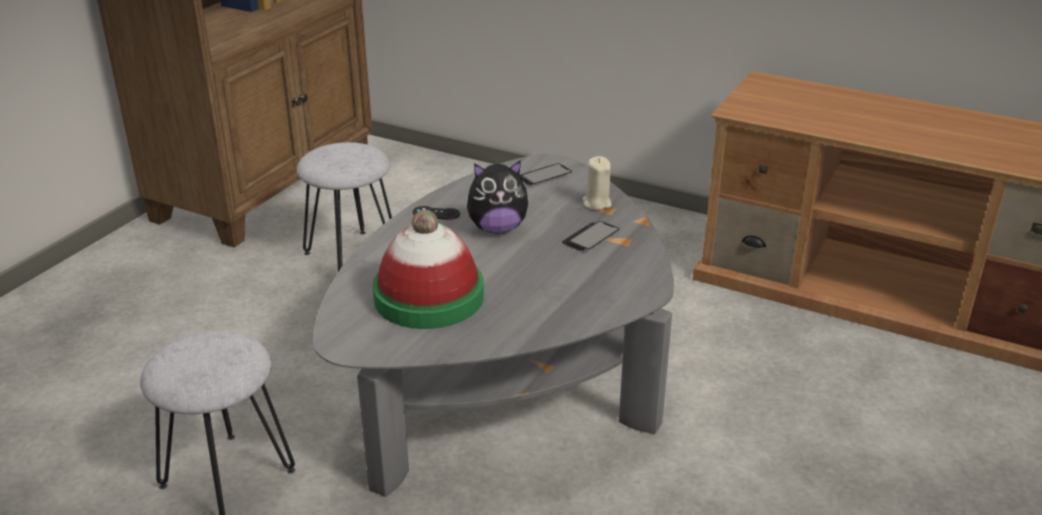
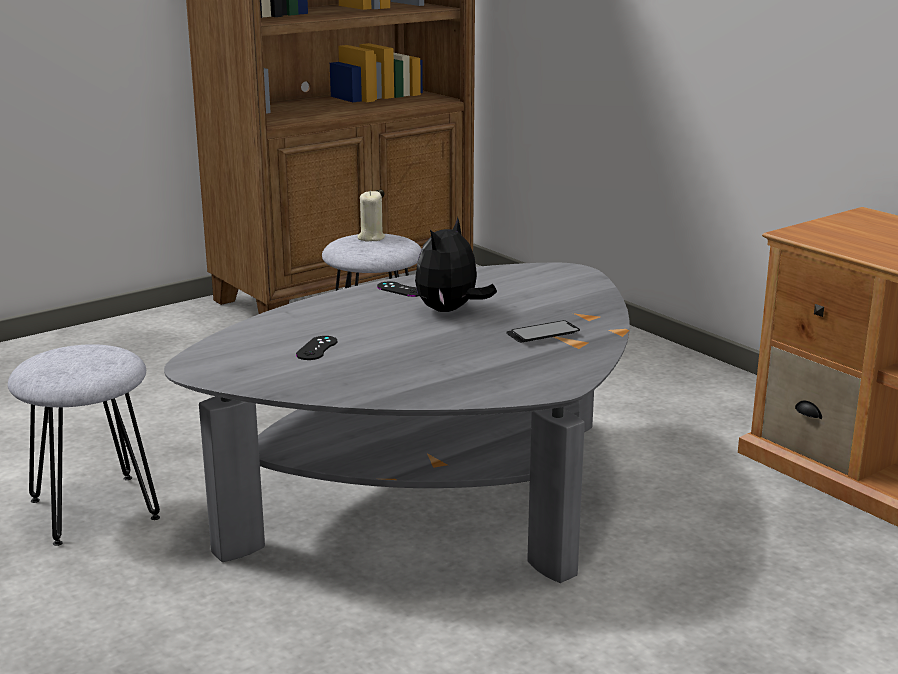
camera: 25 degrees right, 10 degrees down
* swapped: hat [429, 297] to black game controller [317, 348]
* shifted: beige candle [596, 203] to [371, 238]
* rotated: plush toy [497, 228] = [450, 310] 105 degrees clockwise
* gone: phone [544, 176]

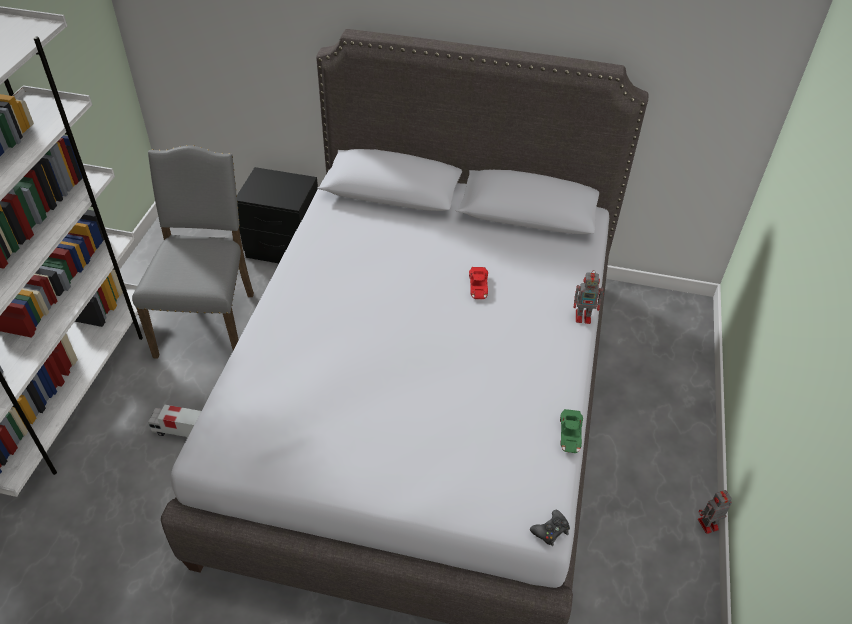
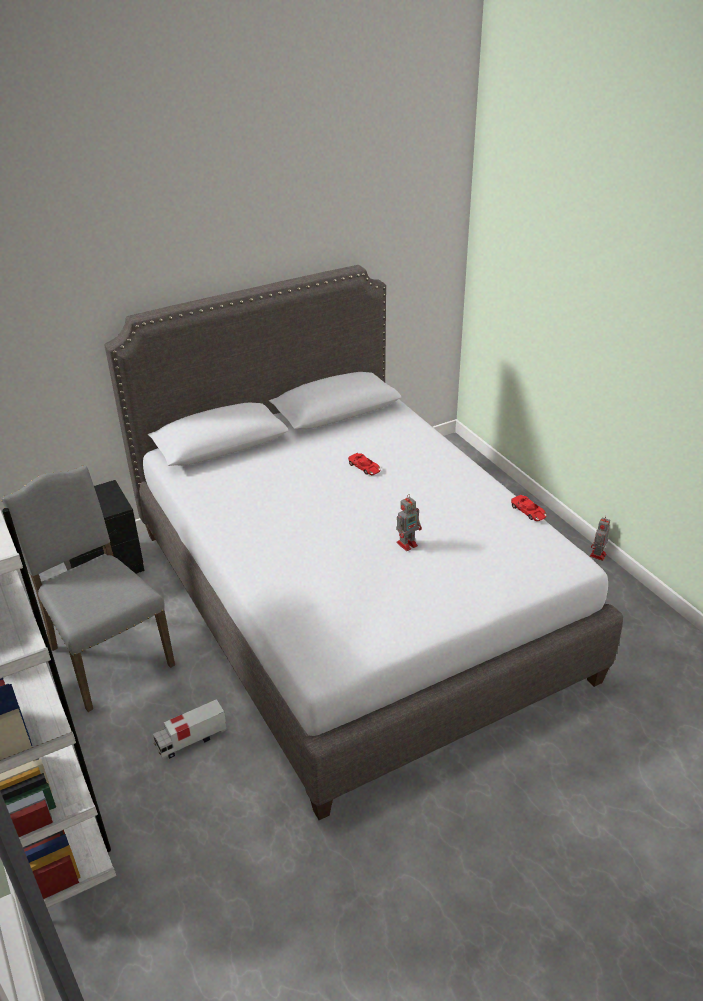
camera: 40 degrees left, 10 degrees down
* shifted: toy robot [584, 317] to [407, 543]
* repainted: green toy car [570, 434] to red toy car [528, 511]
* gone: black game controller [551, 530]

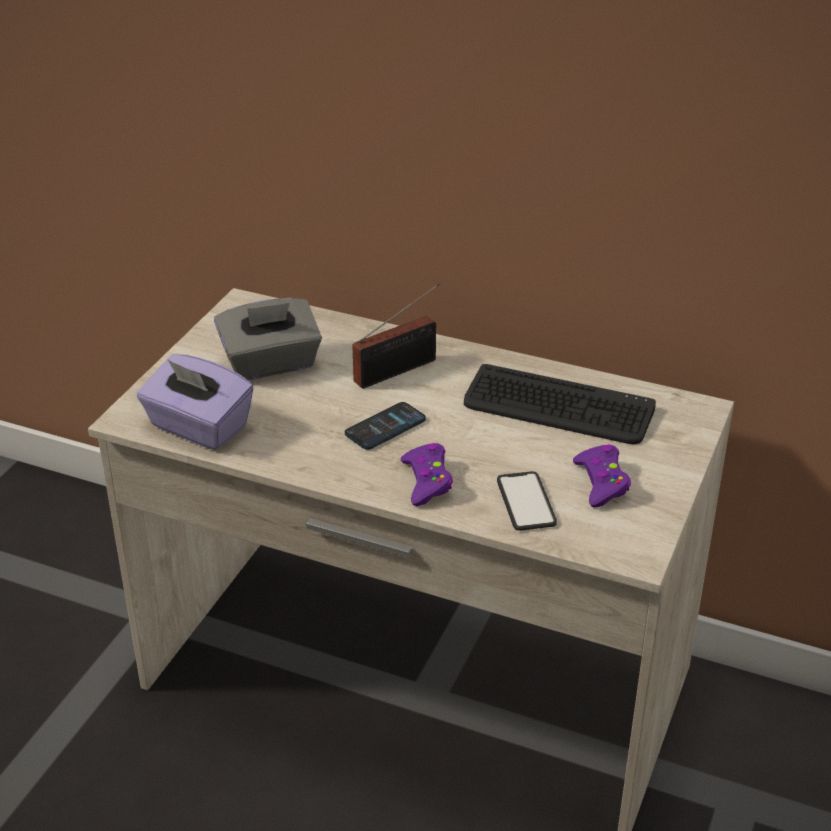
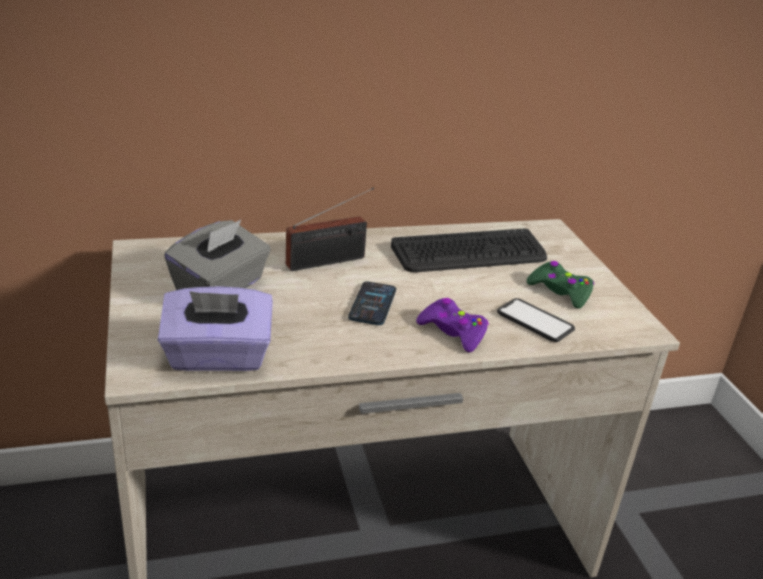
camera: 40 degrees left, 5 degrees down
* rotated: radio [400, 370] = [330, 261] 45 degrees clockwise
* repainted: purple game controller [601, 482] to green game controller [560, 291]

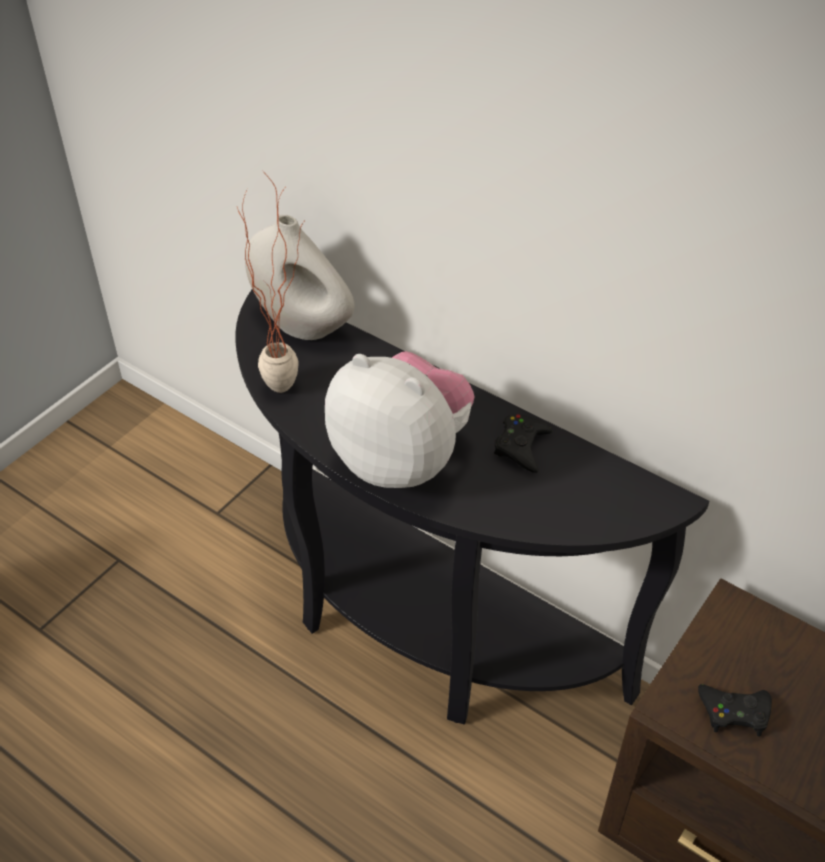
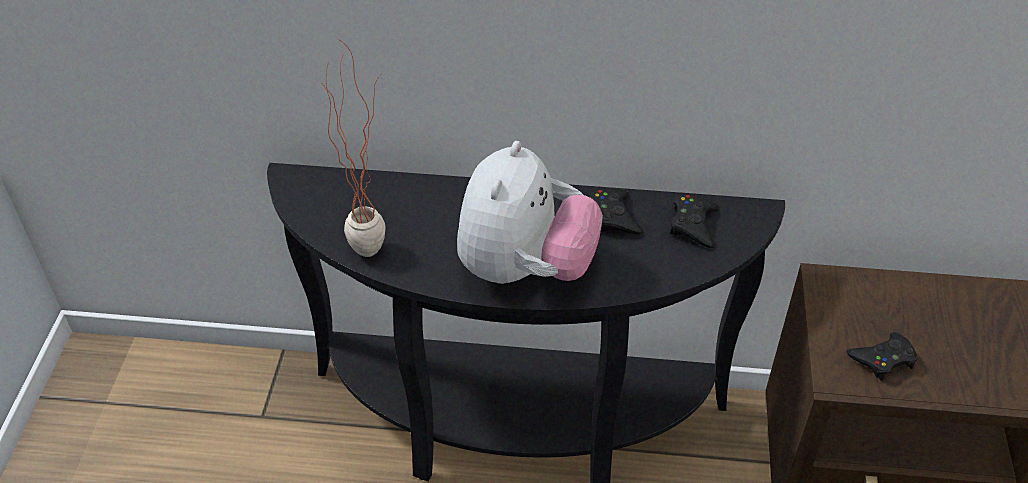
camera: 30 degrees left, 0 degrees up
* rotated: plush toy [402, 459] = [525, 269] 105 degrees clockwise
* new: black game controller [693, 225]
* gone: white vase [303, 325]

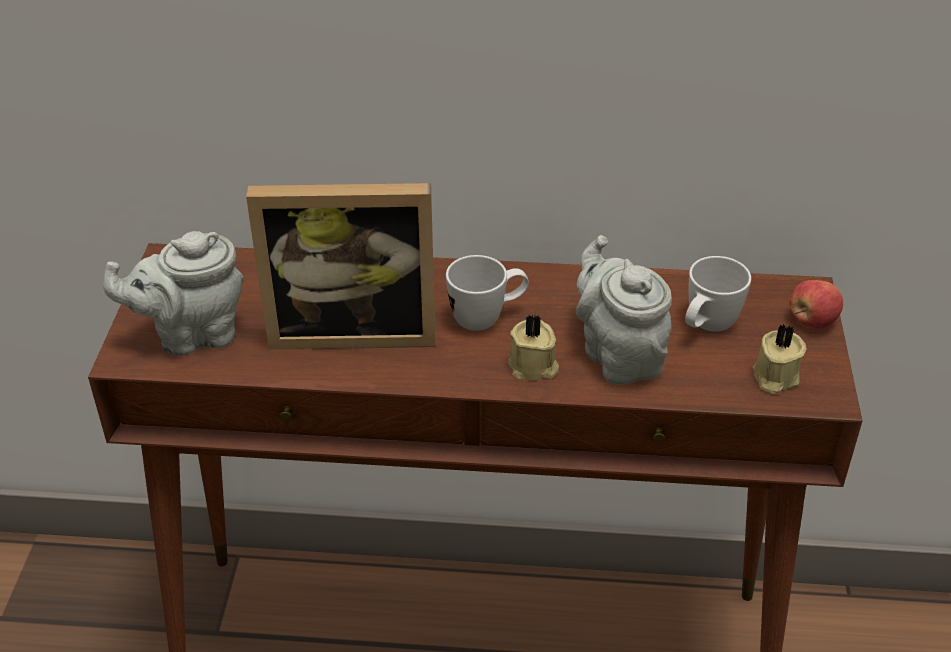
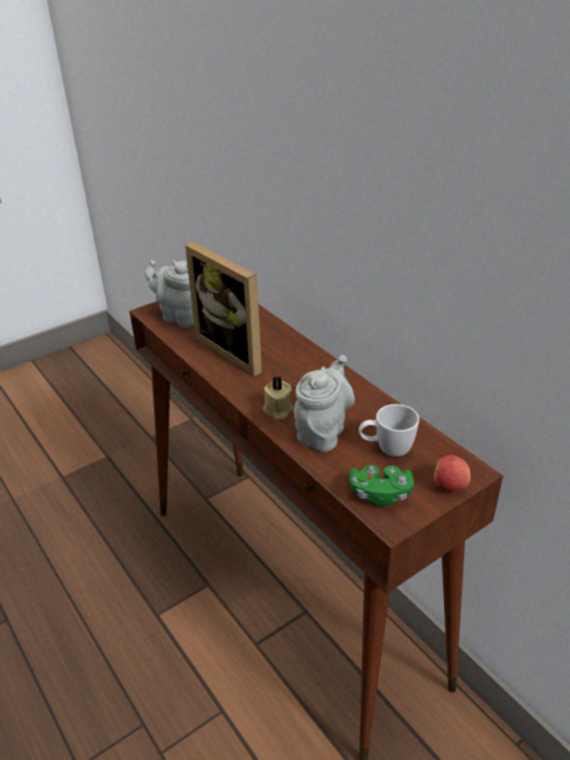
camera: 50 degrees right, 5 degrees down
* swapped: beige candle [774, 377] to green game controller [380, 494]
* gone: white mug [487, 318]

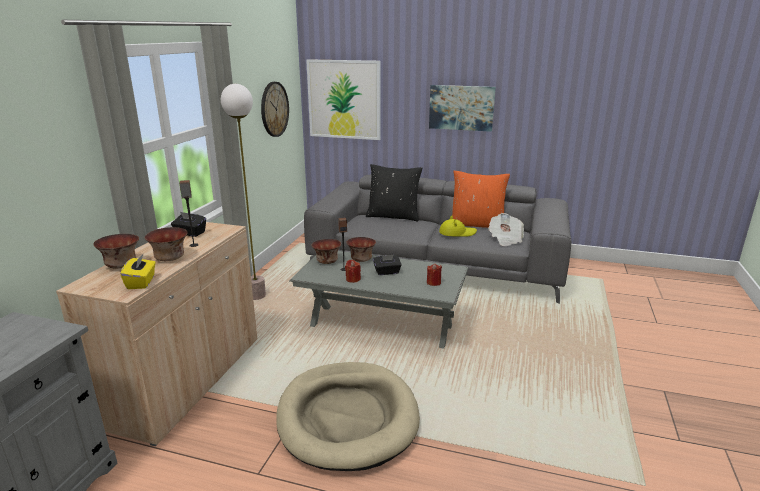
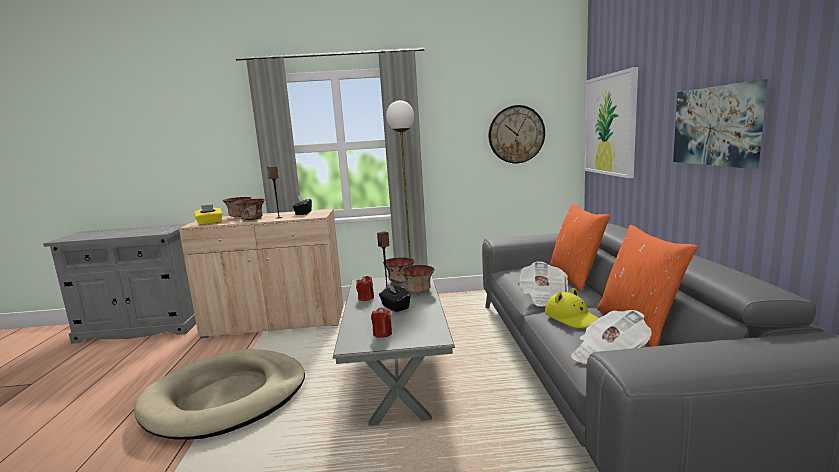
camera: 70 degrees right, 10 degrees down
* new: newspaper [543, 297]
* repainted: black pillow [393, 216] to orange pillow [575, 278]

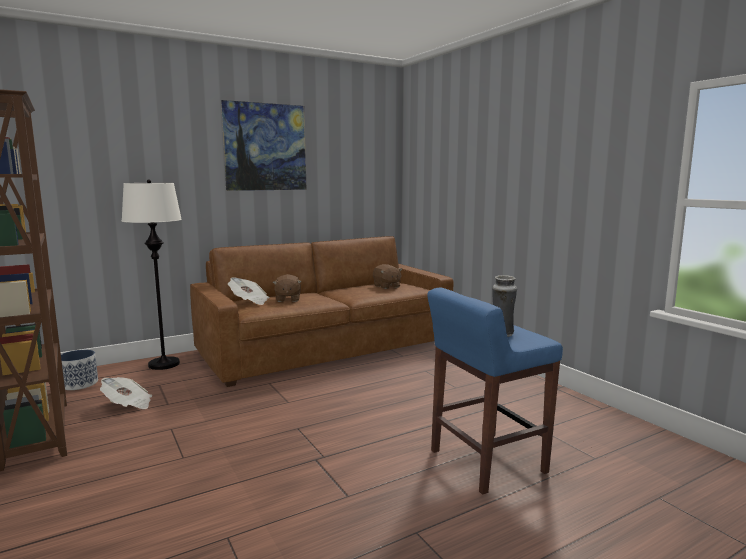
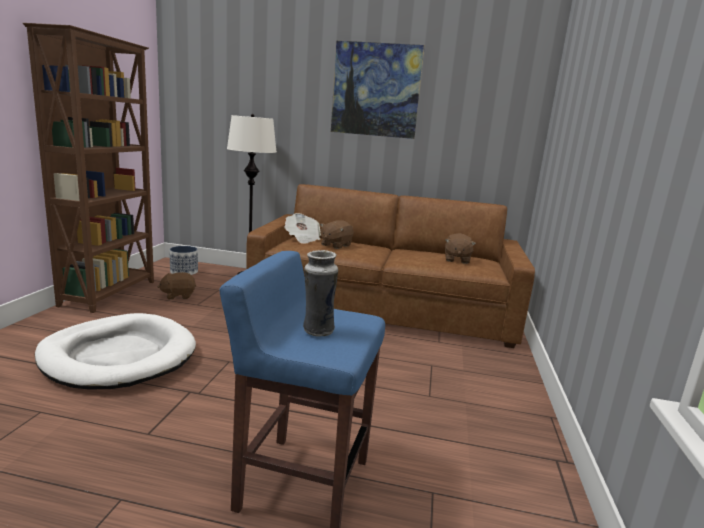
camera: 40 degrees right, 5 degrees up
* new: white dog bed [118, 356]
* swapped: newspaper [128, 405] to brown plush toy [178, 295]

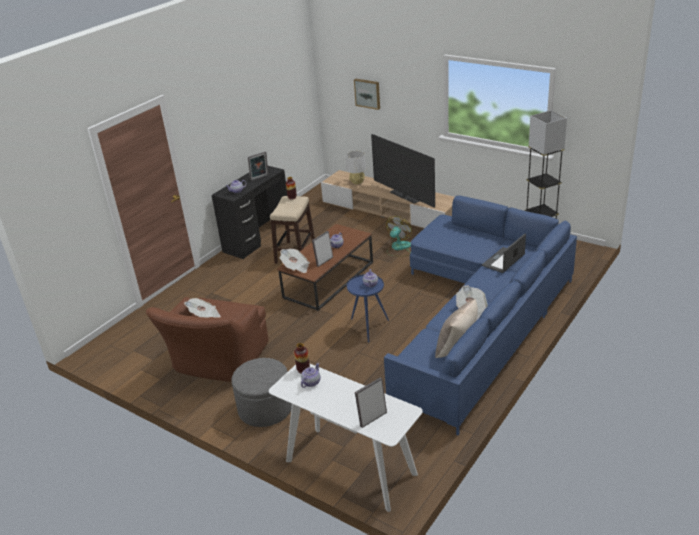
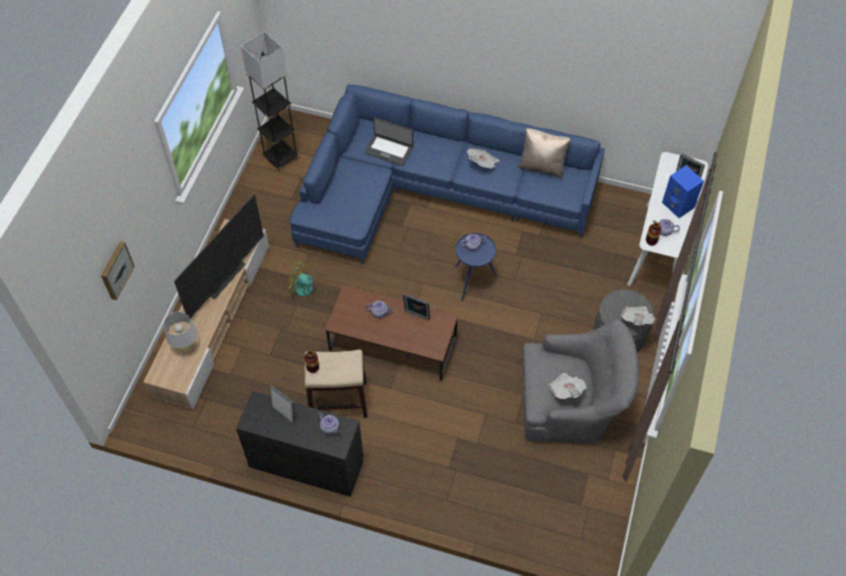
camera: 110 degrees left, 25 degrees up
* repainted: brown armchair [217, 362] to grey armchair [571, 404]
* shifted: newspaper [295, 267] to [637, 320]
* new: blue speaker [679, 205]

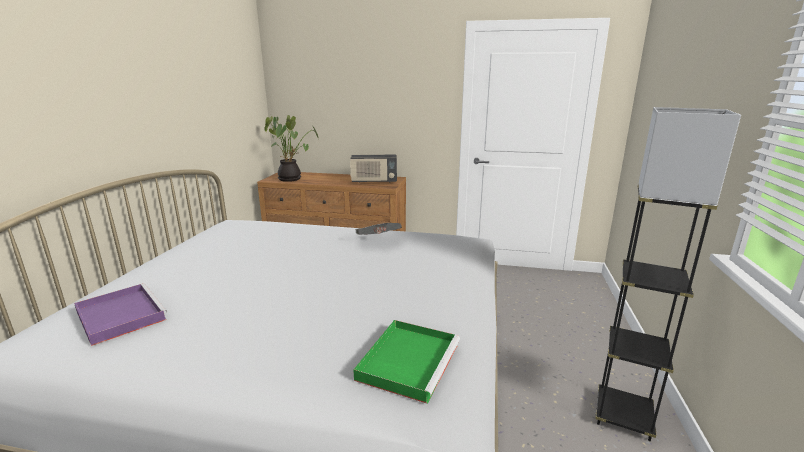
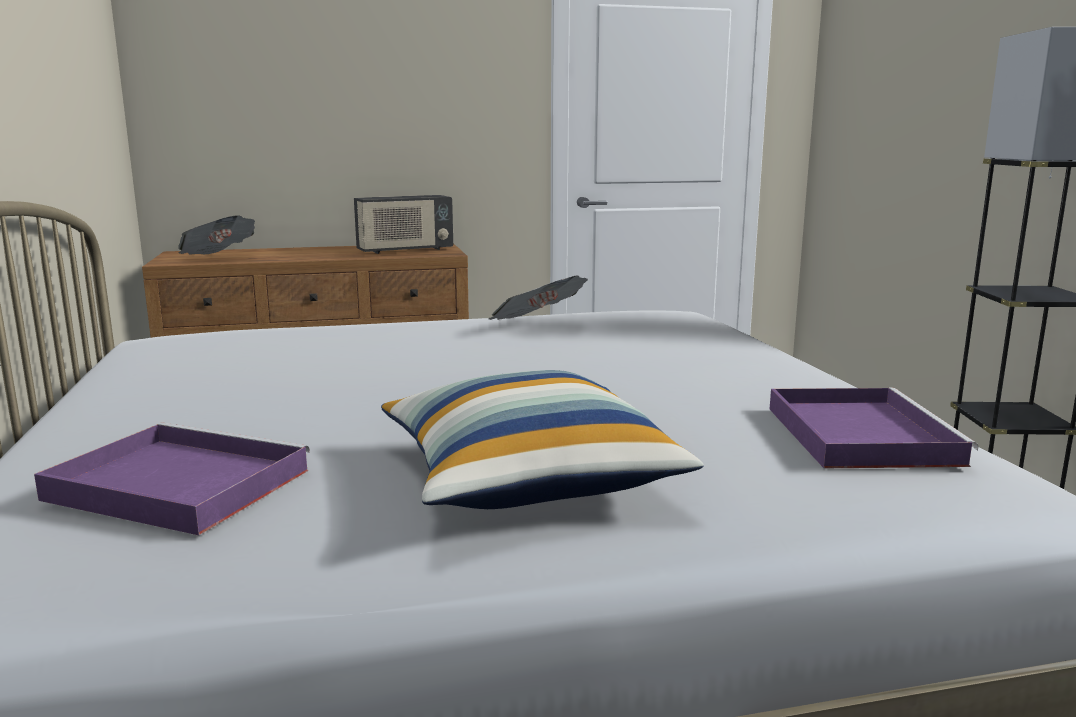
camera: 25 degrees left, 5 degrees down
* swapped: potted plant [292, 179] to newspaper [218, 258]
* new: pillow [526, 478]
* repainted: green tray [409, 360] to purple tray [857, 434]

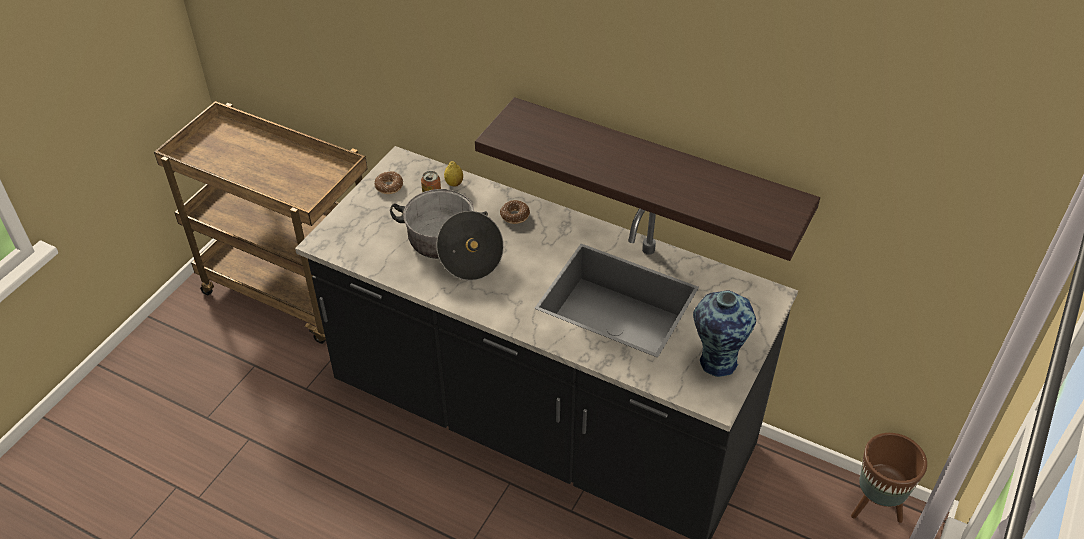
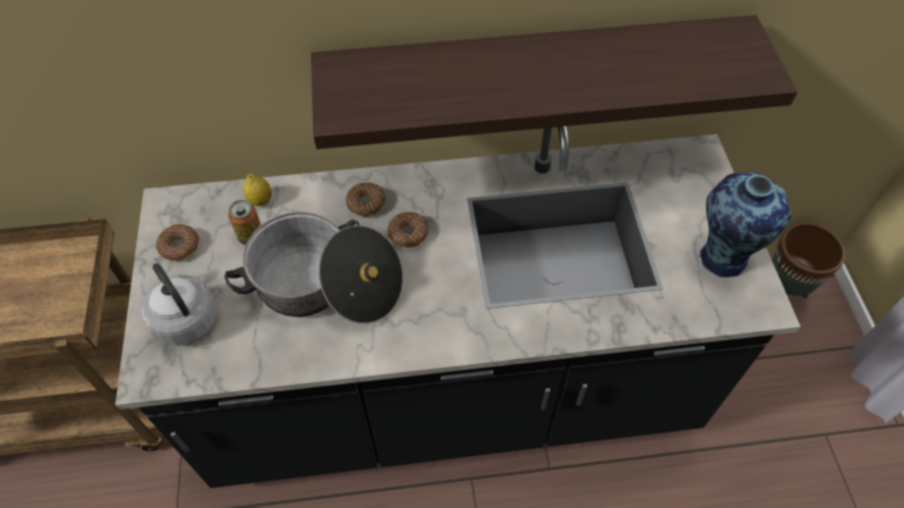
camera: 35 degrees left, 10 degrees up
* new: grey kettle [184, 318]
* new: donut [408, 234]

